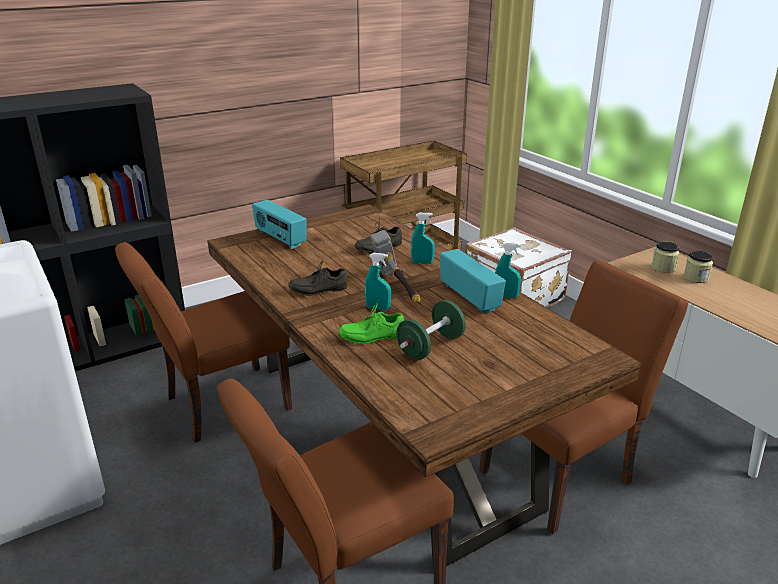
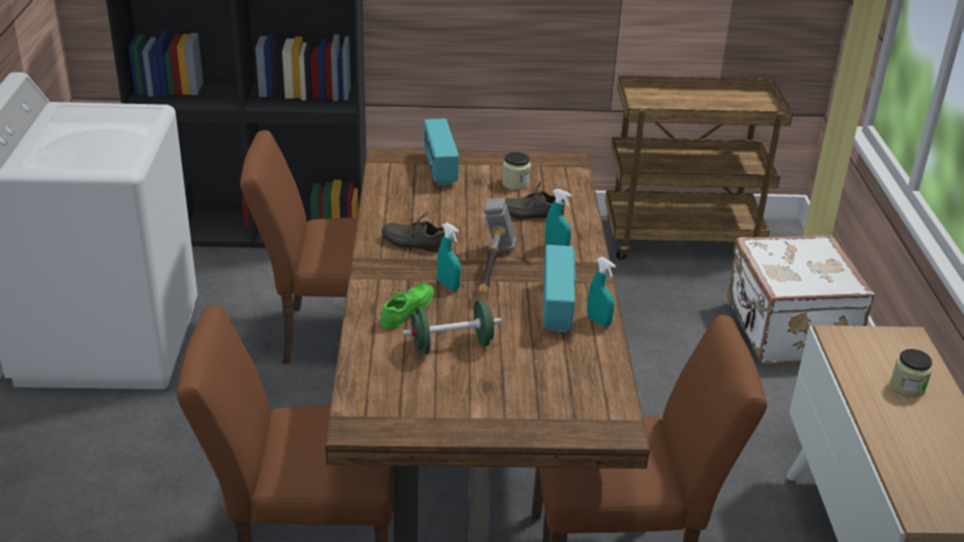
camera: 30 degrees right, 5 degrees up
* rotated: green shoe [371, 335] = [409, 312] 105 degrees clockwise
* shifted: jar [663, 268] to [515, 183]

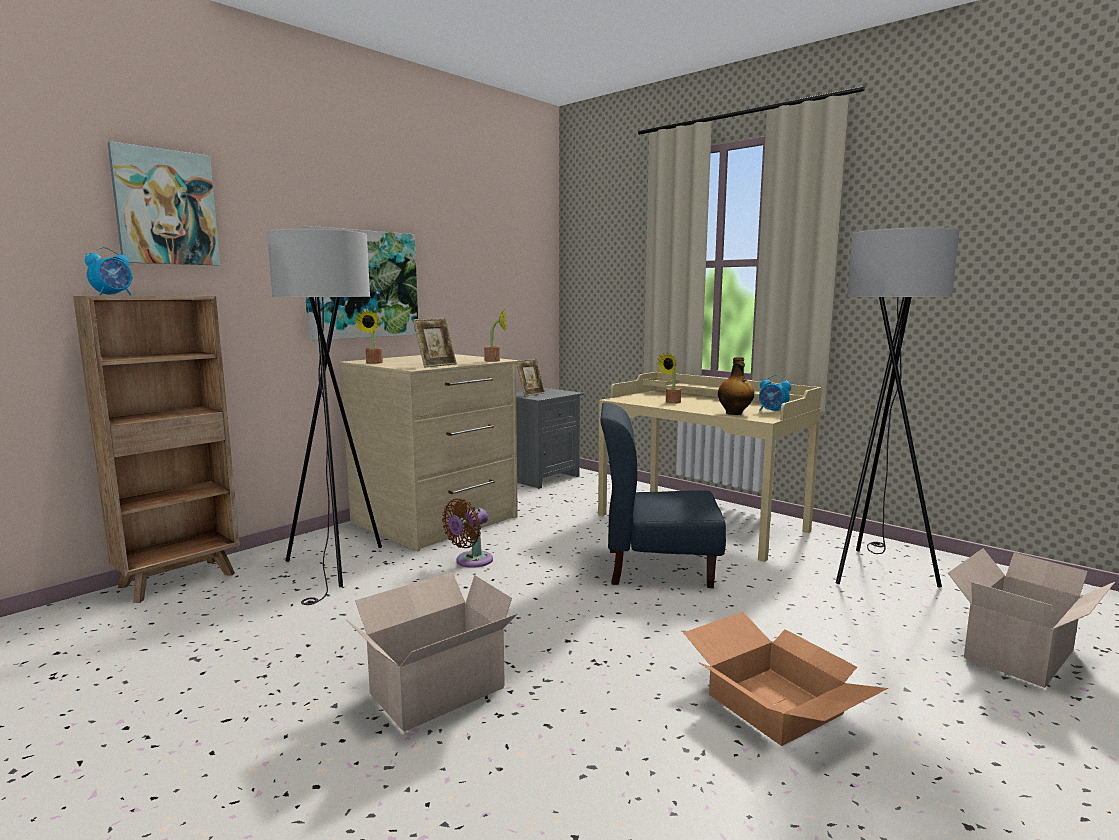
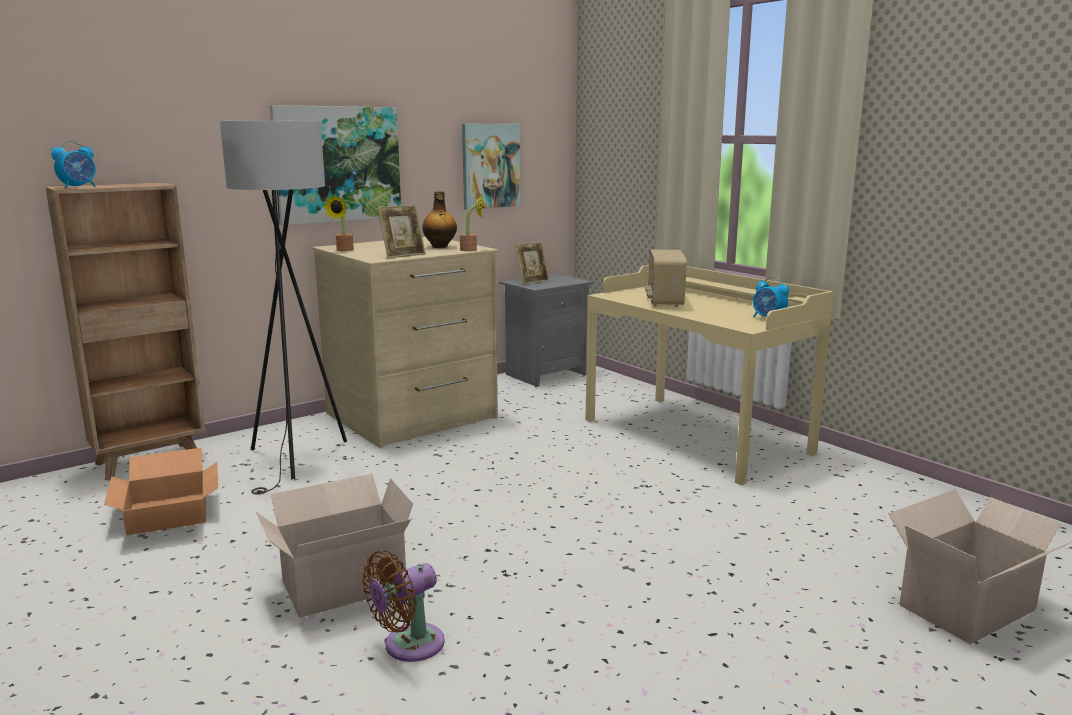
camera: 10 degrees right, 5 degrees up
* shifted: cardboard box [777, 704] to [169, 513]
* shifted: brown fan [471, 561] to [408, 646]
* shifted: bottle [734, 413] to [440, 247]
* shifted: picture [165, 207] to [490, 166]
* swapped: potted plant [671, 402] to radio [664, 301]
* gone: blue chair [657, 567]
* gone: grey floor lamp [872, 570]

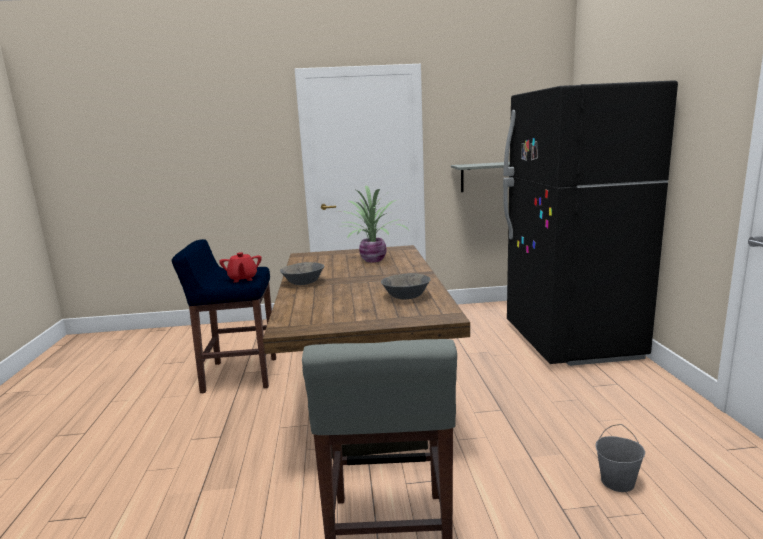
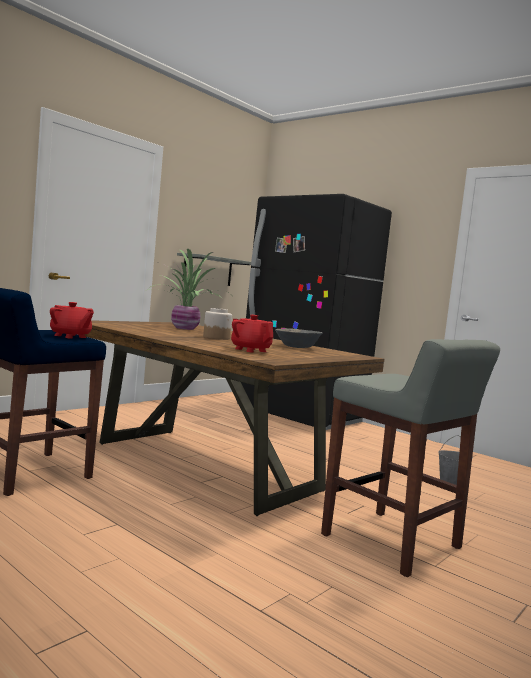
camera: 45 degrees left, 10 degrees down
* new: jar [216, 337]
* new: red teapot [250, 350]
* gone: grey bowl [304, 283]

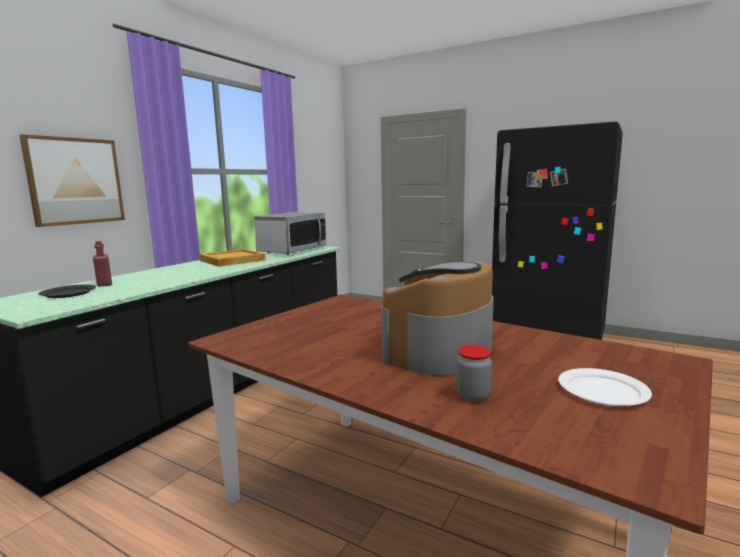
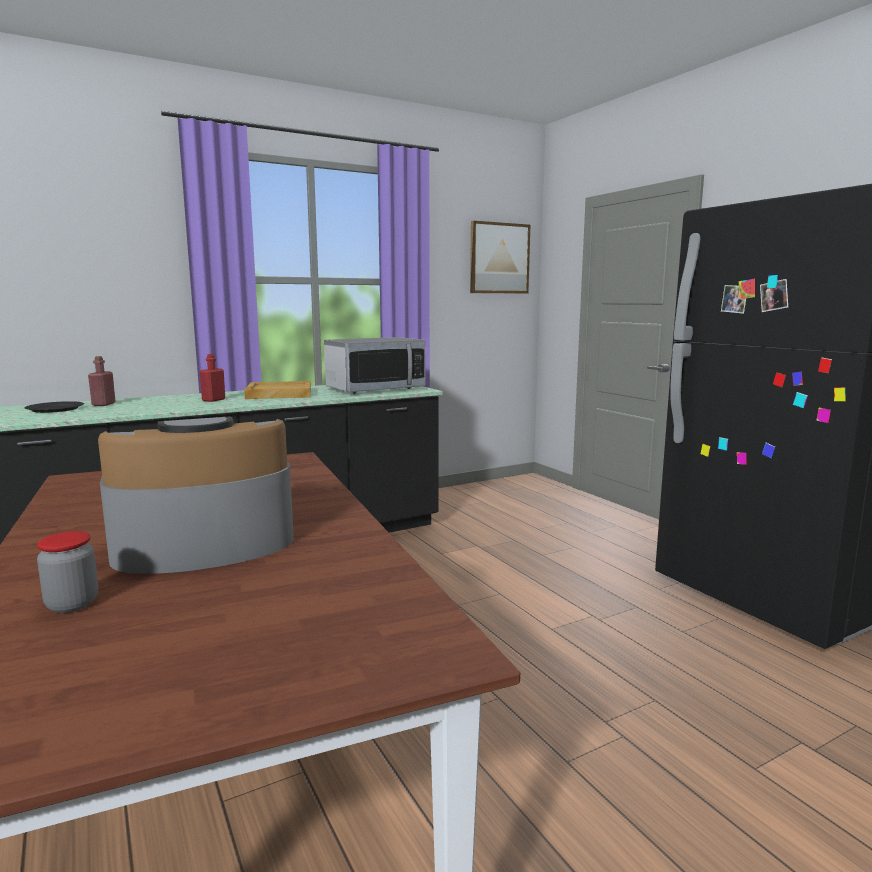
camera: 30 degrees right, 0 degrees up
* new: red bottle [213, 400]
* shifted: picture [75, 181] to [499, 258]
* gone: white plate [602, 391]

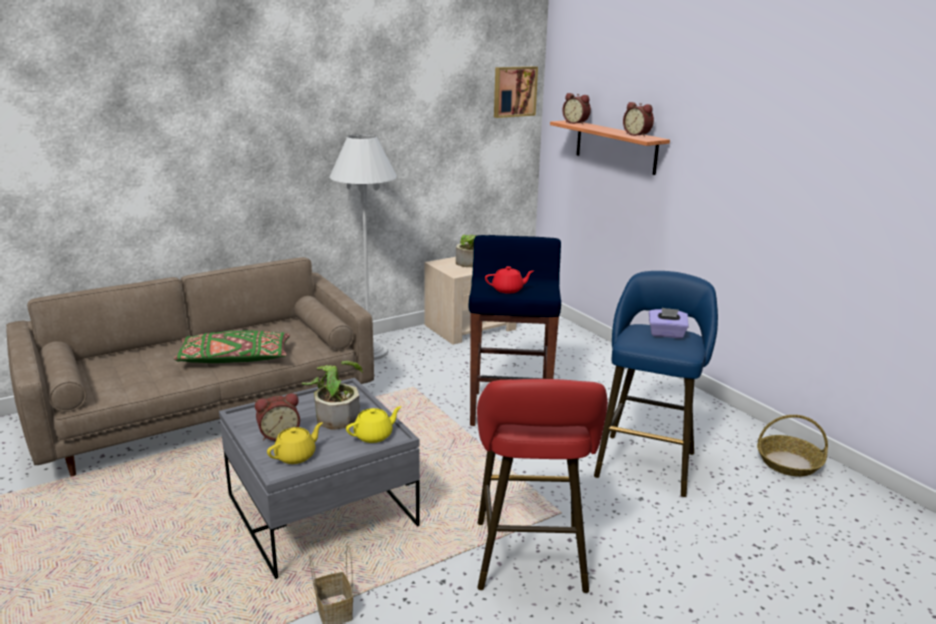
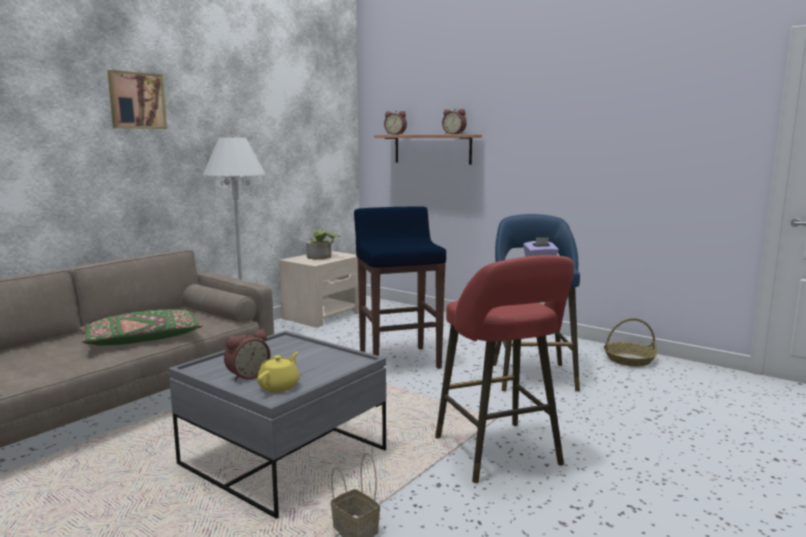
camera: 20 degrees left, 10 degrees down
* shifted: picture [514, 91] to [136, 100]
* gone: potted plant [336, 415]
* gone: yellow teapot [374, 436]
* gone: red teapot [508, 290]

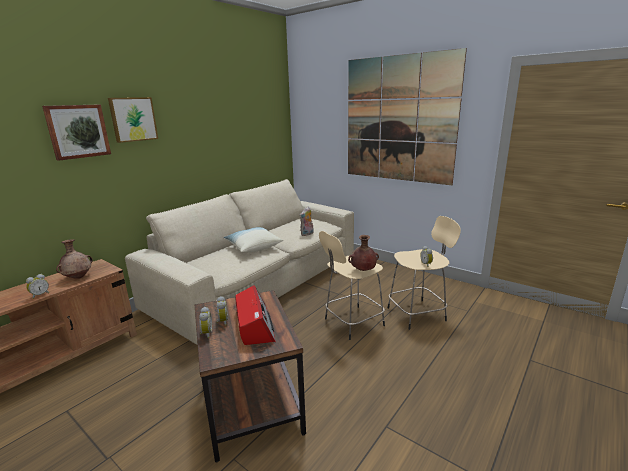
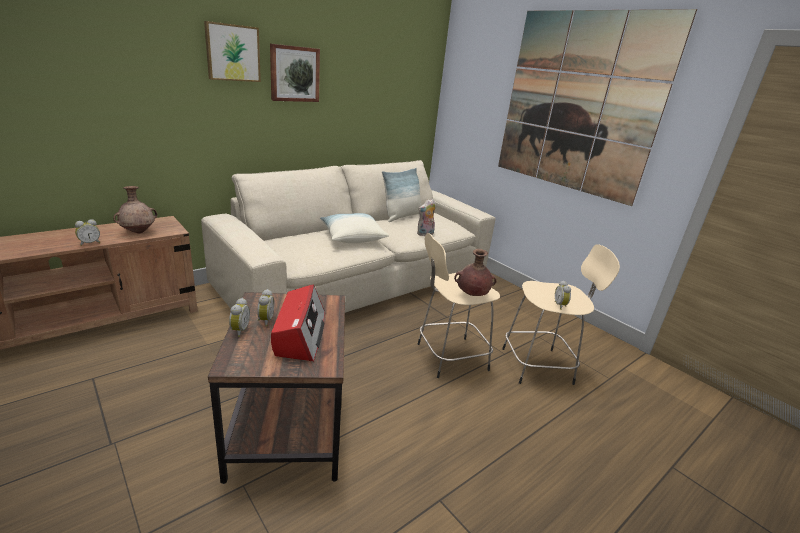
camera: 10 degrees right, 5 degrees up
* shifted: picture [78, 131] to [294, 74]
* new: pillow [401, 216]

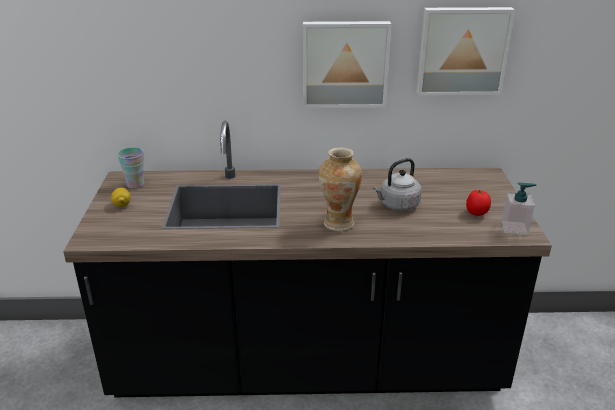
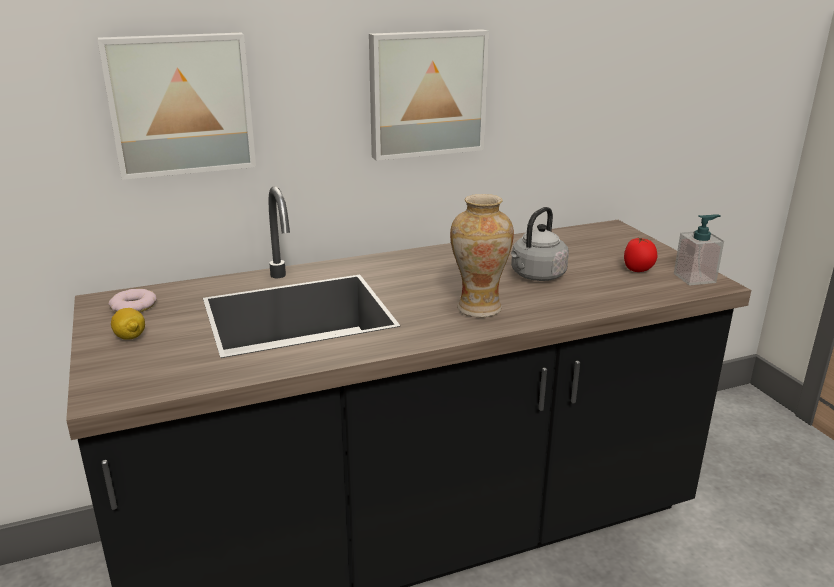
camera: 20 degrees left, 5 degrees down
* shifted: picture [462, 50] to [180, 104]
* swapped: cup [135, 184] to donut [134, 306]

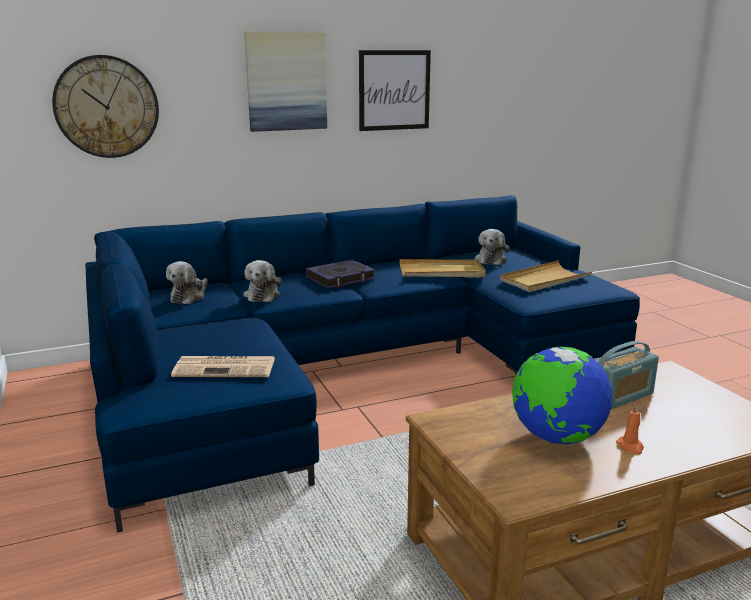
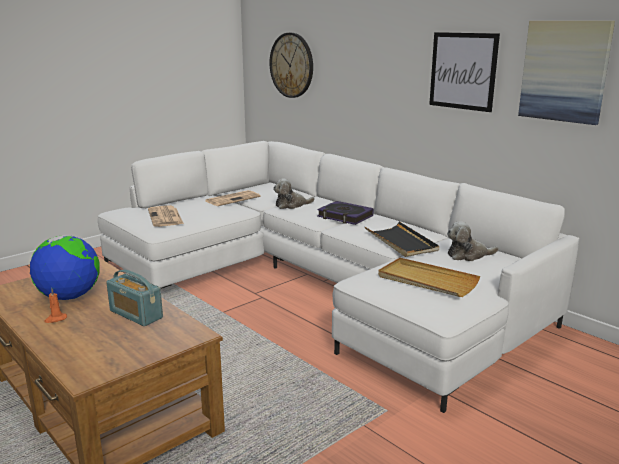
camera: 70 degrees right, 0 degrees up
* repainted: blue sofa [346, 369] to white sofa [319, 283]
* new: newspaper [233, 199]
* repainted: beige tray [442, 272] to black tray [401, 242]
* shifted: picture [286, 81] to [564, 71]
* gone: plush toy [189, 296]

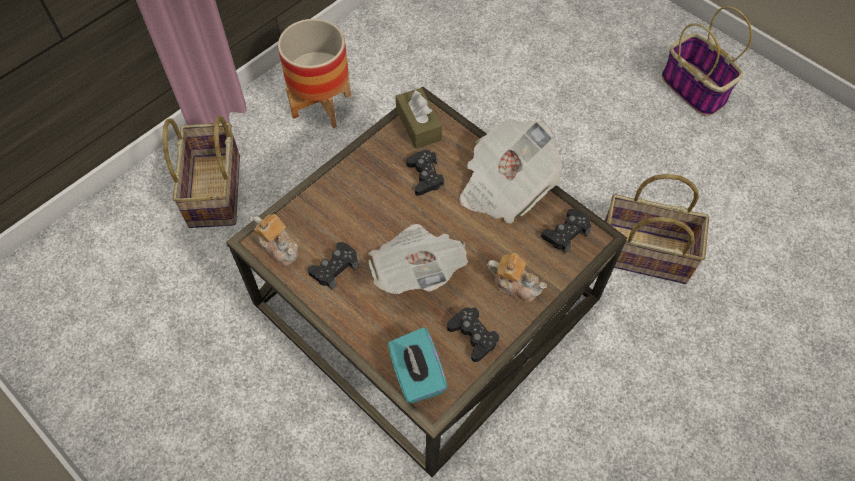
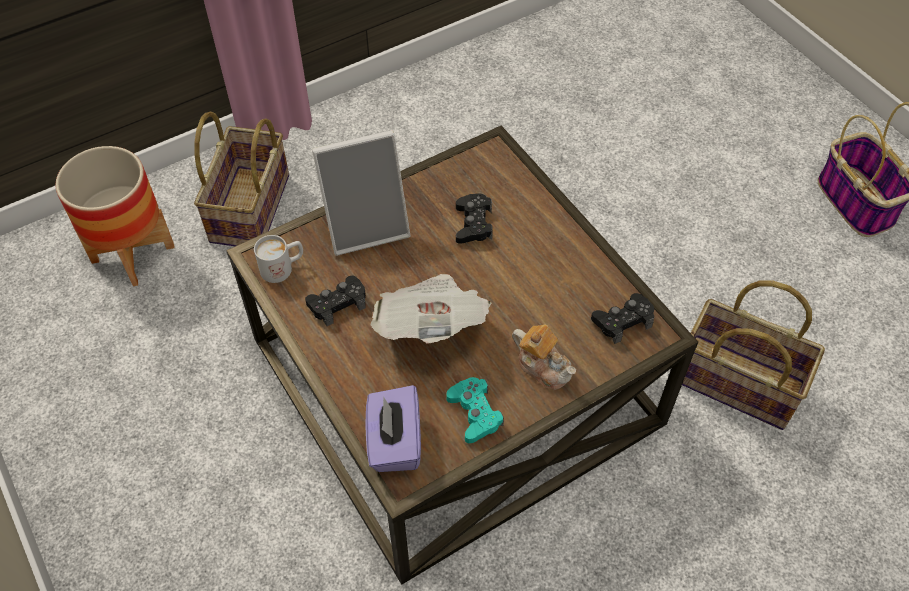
camera: 15 degrees right, 5 degrees down
* shifted: planter [321, 106] to [133, 253]
* swapped: teapot [279, 247] to white mug [283, 268]
* new: picture frame [366, 226]
* repainted: turquoise tissue box [416, 375] to purple tissue box [394, 442]
* repainted: black game controller [473, 336] to turquoise game controller [475, 413]
* gone: brown tissue box [418, 125]
* gone: newspaper [505, 186]

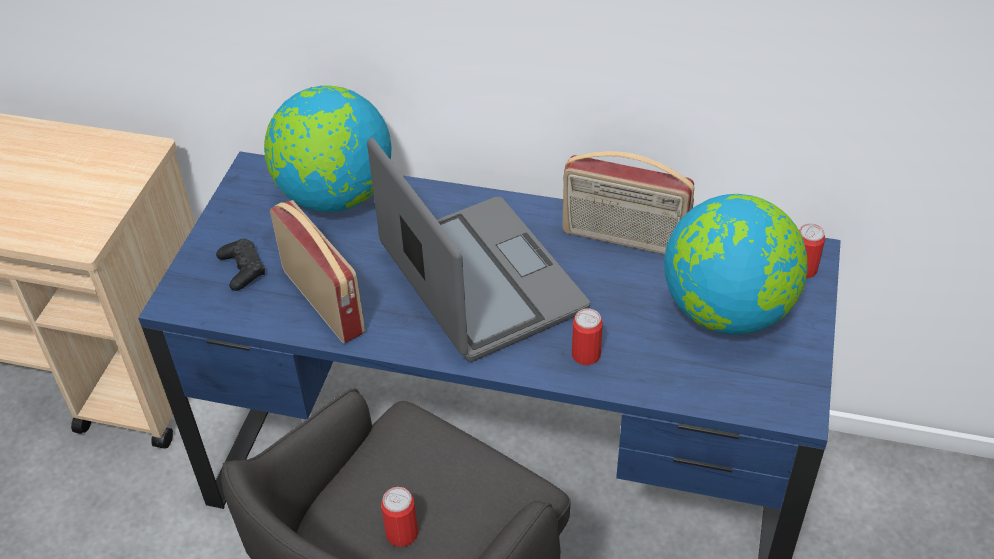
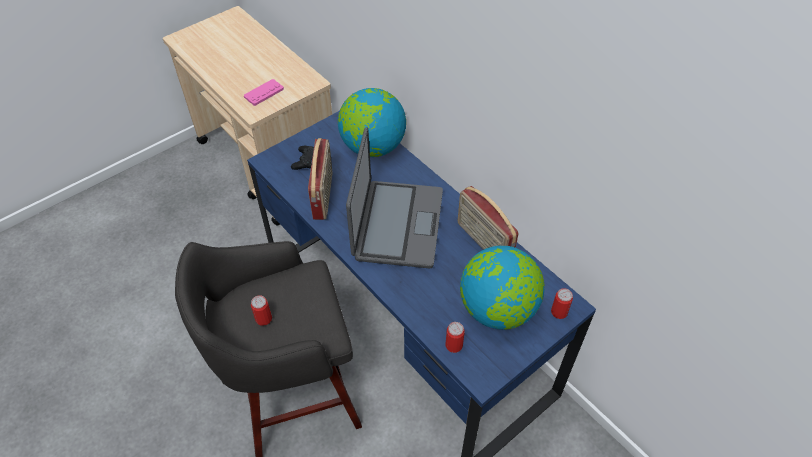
camera: 35 degrees right, 5 degrees up
* new: pink game controller [264, 93]
* shifted: can [586, 355] to [454, 345]

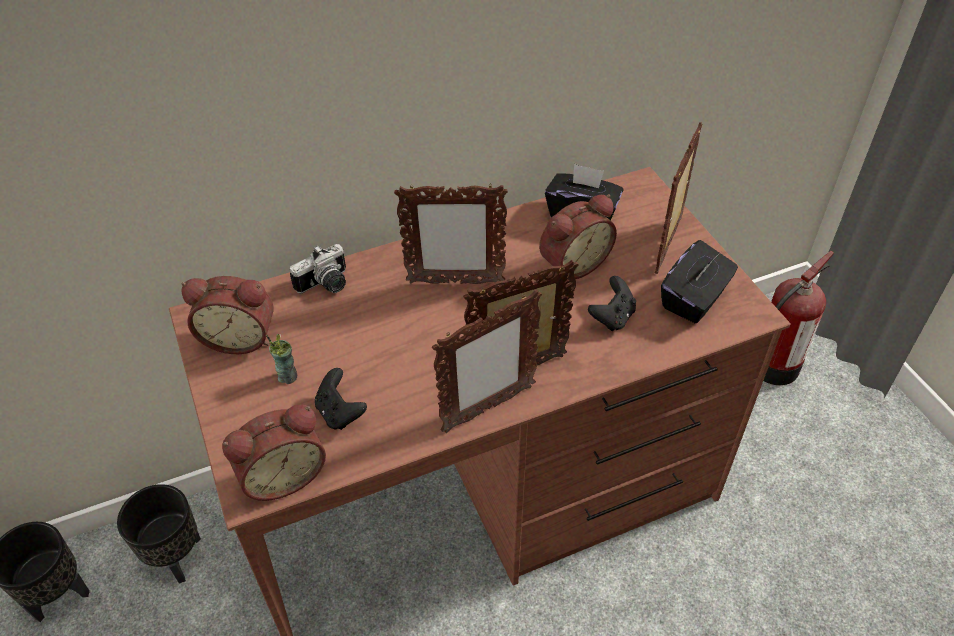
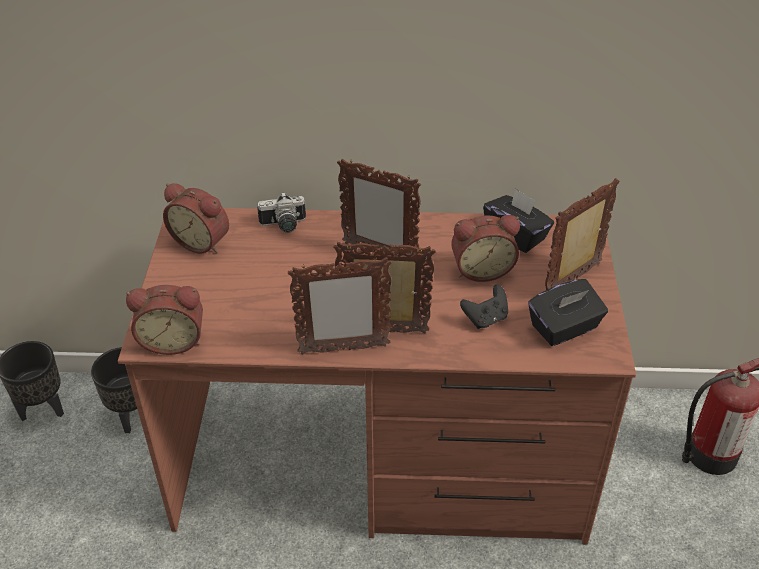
camera: 25 degrees right, 5 degrees down
* gone: cup [287, 376]
* gone: black game controller [340, 413]

